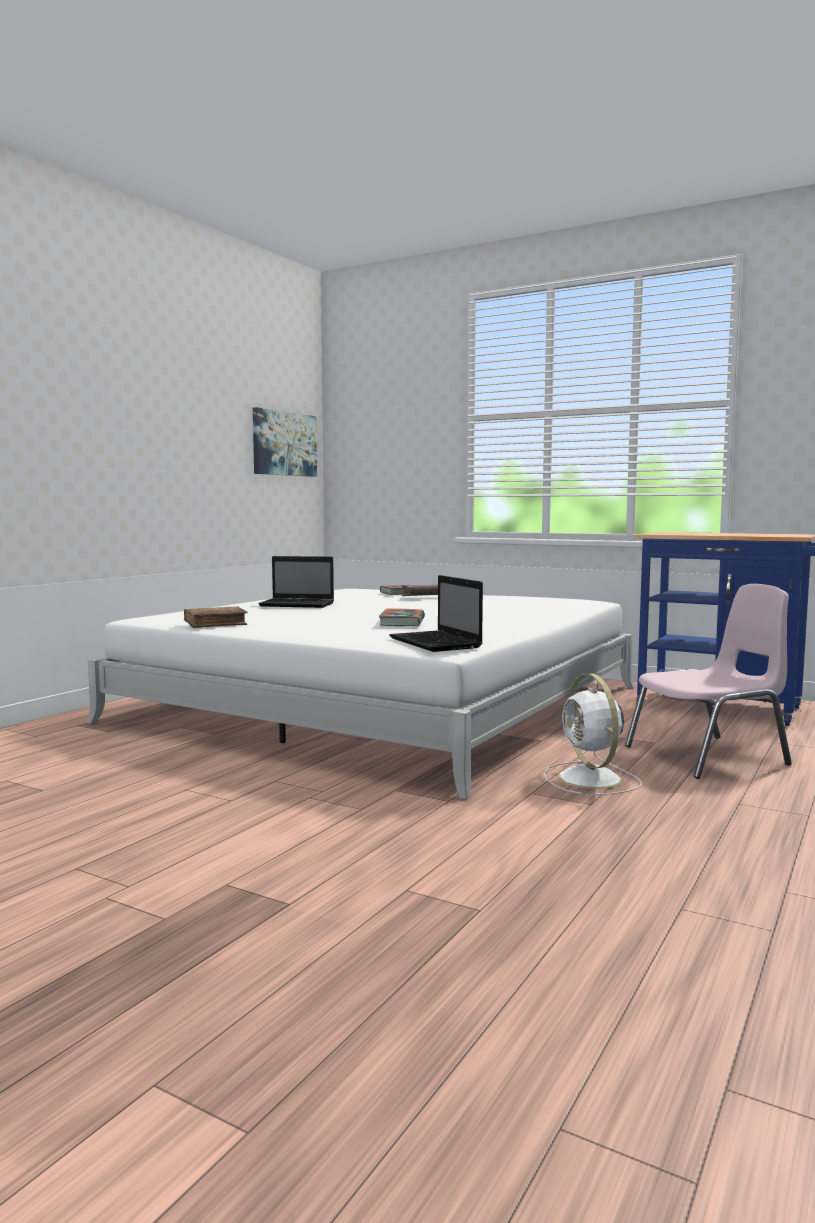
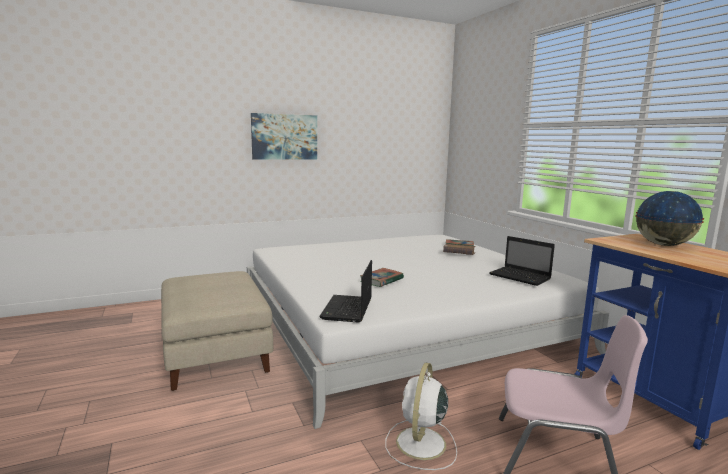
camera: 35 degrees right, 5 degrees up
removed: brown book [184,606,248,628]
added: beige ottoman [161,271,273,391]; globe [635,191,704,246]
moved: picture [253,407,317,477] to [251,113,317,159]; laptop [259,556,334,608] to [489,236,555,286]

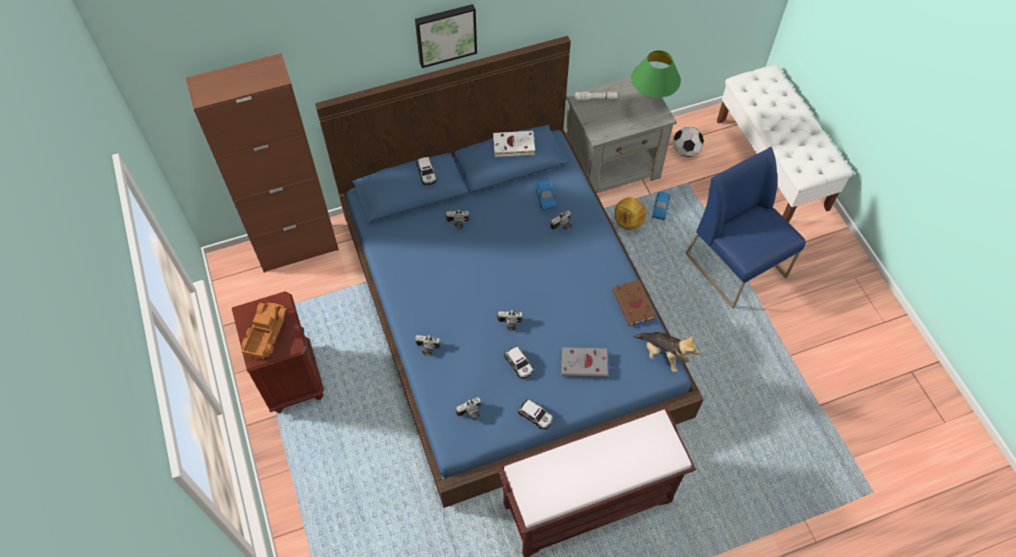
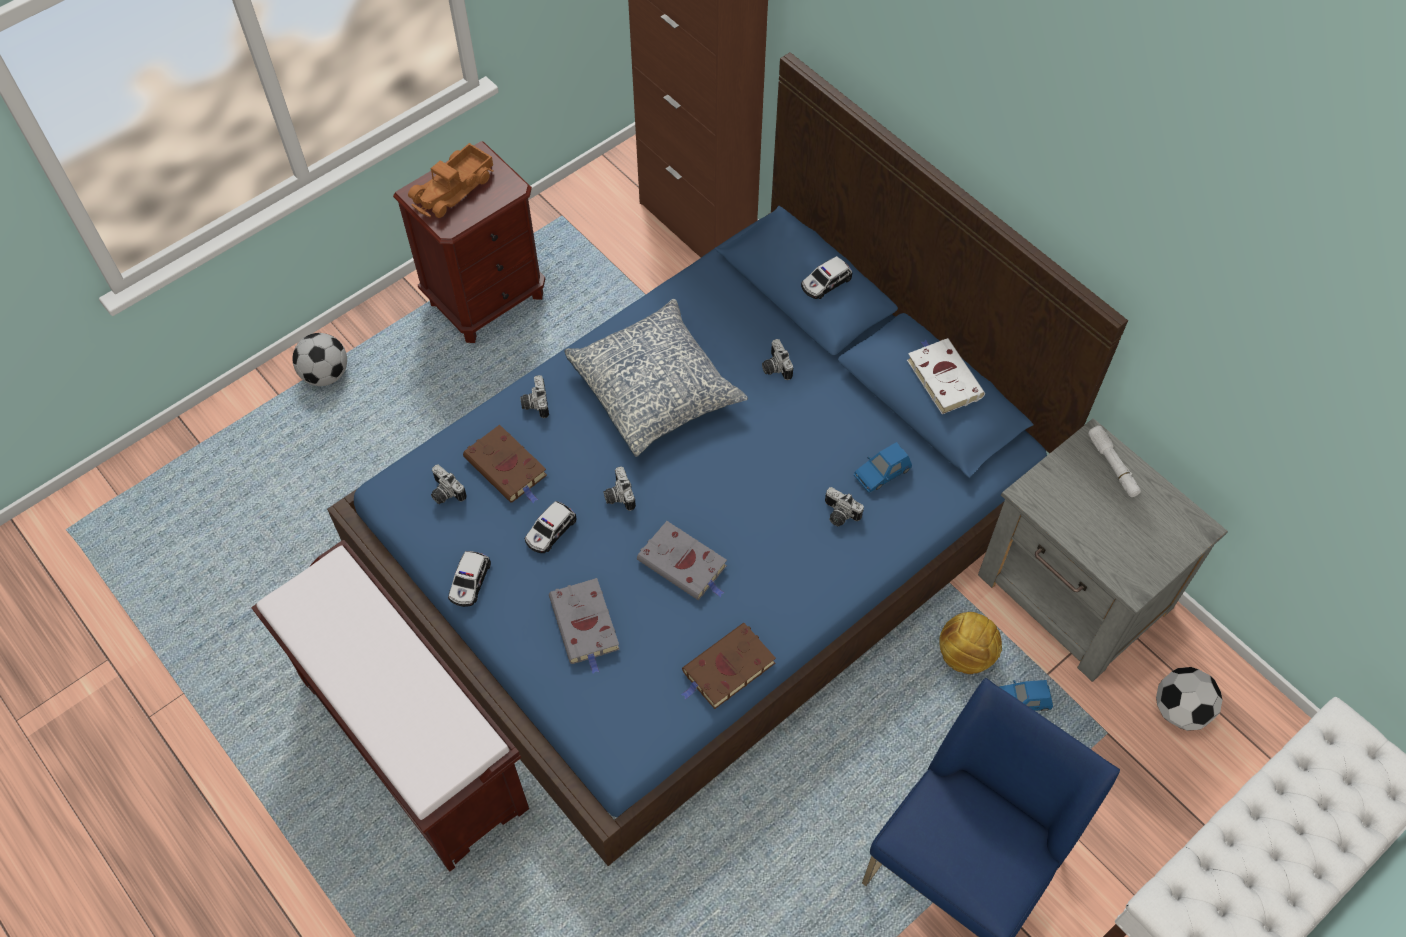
camera: 70 degrees right, 0 degrees up
removed: picture [415,4,477,68]; green table lamp [631,50,681,113]; plush toy [633,332,700,373]
added: football [292,333,347,386]; brown book [463,425,547,503]; pillow [564,299,748,457]; grey book [637,521,727,600]
turned: toy truck [241,303,287,360] = [408,143,493,218] 135 degrees clockwise

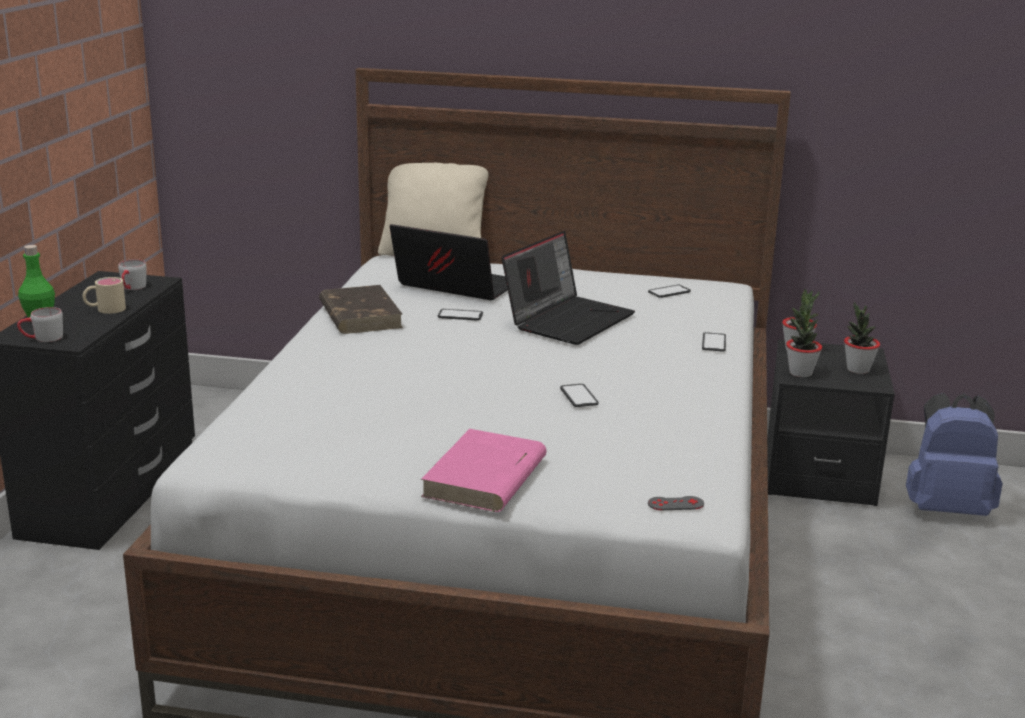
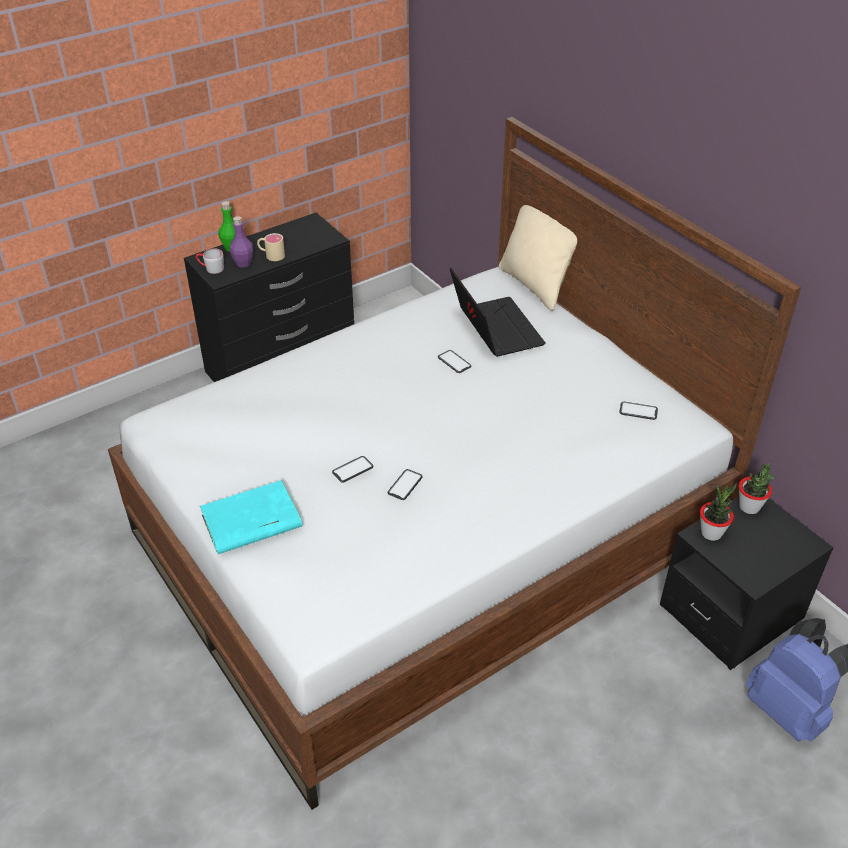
camera: 45 degrees right, 20 degrees up
removed: grey mug [118,259,146,290]; brown book [319,285,403,334]; laptop [502,231,635,345]; grey game controller [648,496,704,510]; potted plant [844,302,880,374]
added: purple bottle [230,216,253,268]
moved: phone [702,332,726,352] to [332,456,374,483]
recoloured: pink book [421,429,547,512] to turquoise book [200,480,302,554]

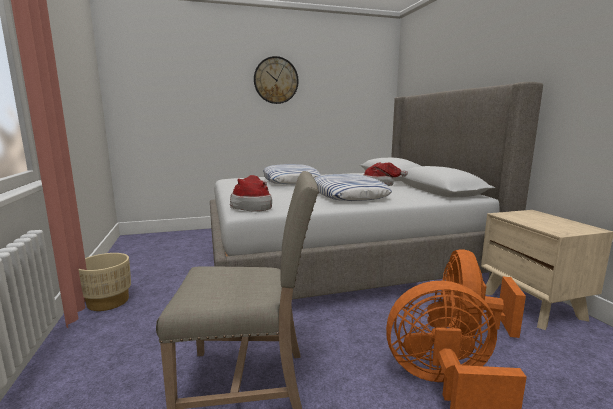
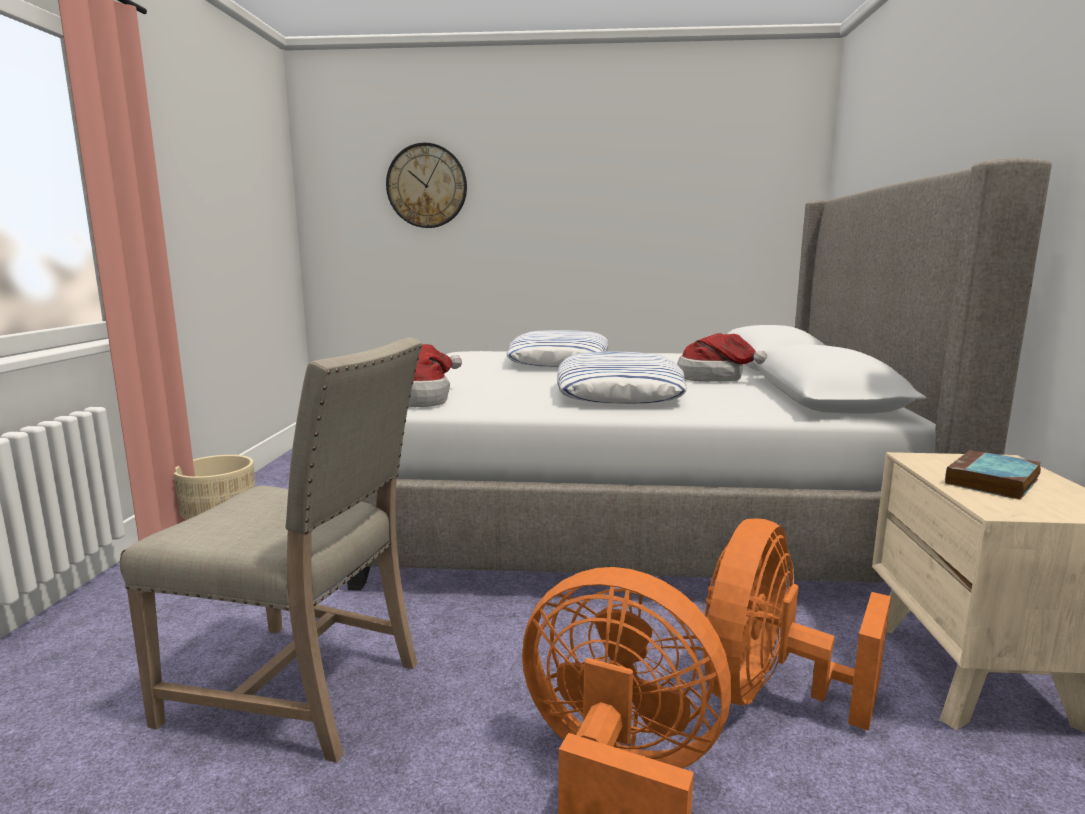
camera: 20 degrees right, 0 degrees up
added: book [945,450,1041,500]
moved: wall clock [254,56,299,104] to [386,143,467,228]

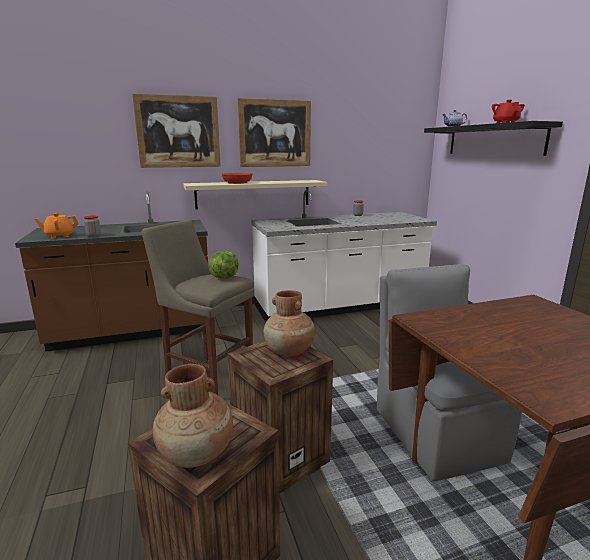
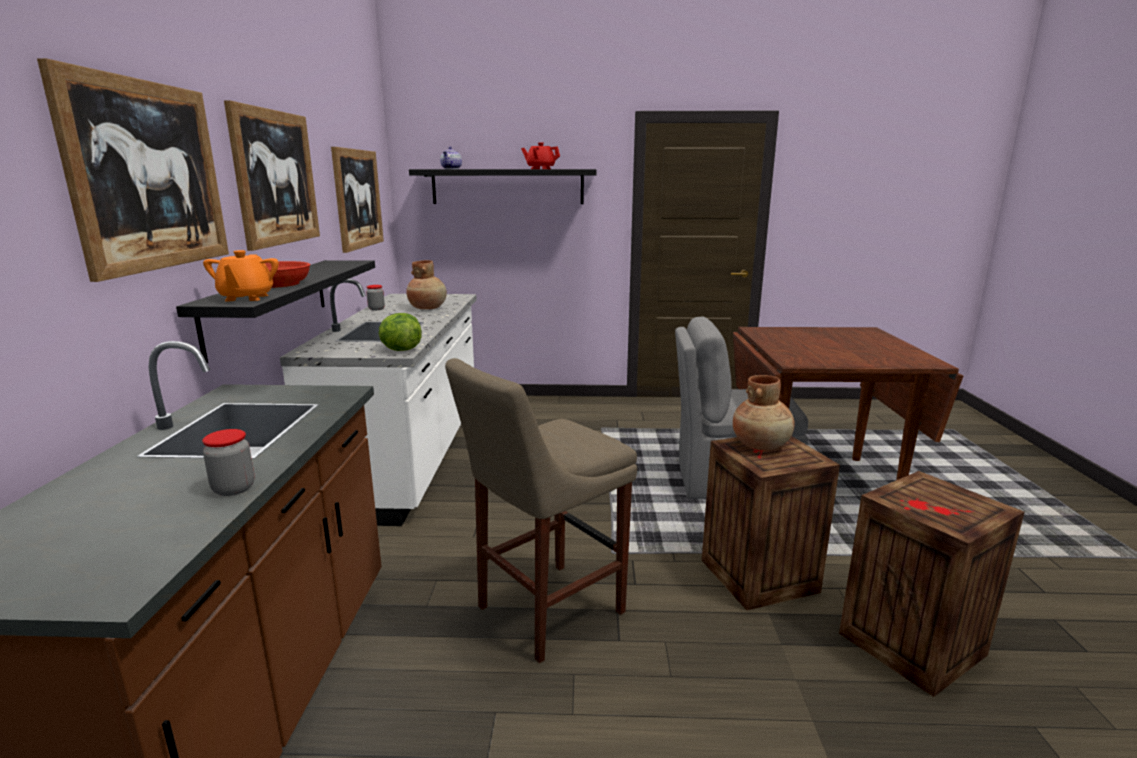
camera: 70 degrees left, 0 degrees up
added: picture [331,147,384,253]
moved: orange teapot [34,213,79,239] to [203,250,279,301]; brown vase [153,364,233,468] to [406,260,447,309]; lettuce [208,251,238,279] to [378,313,422,351]
recoloured: beige shelf [183,180,327,210] to black shelf [176,260,375,363]

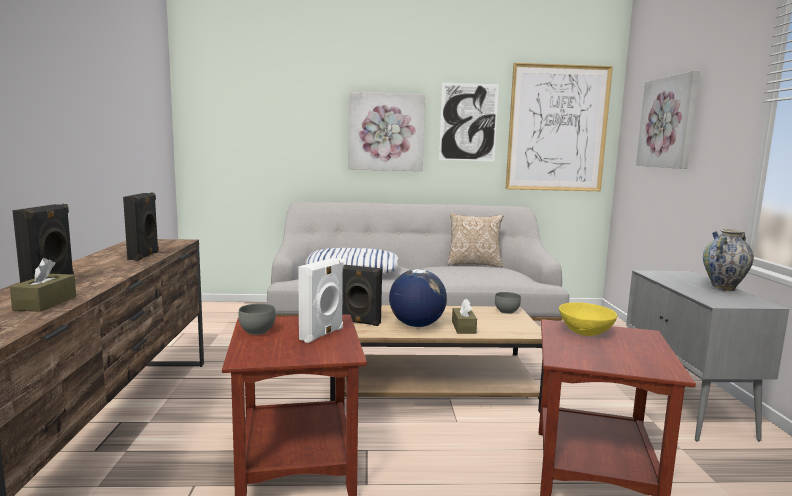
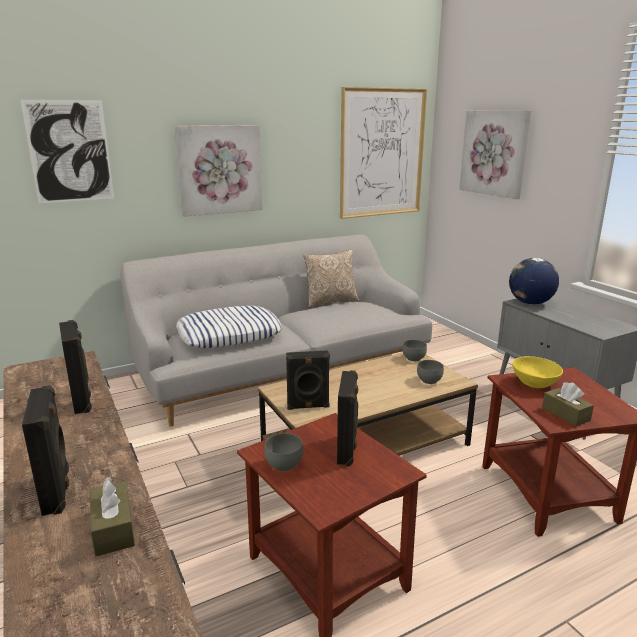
camera: 25 degrees left, 10 degrees up
removed: vase [703,229,754,291]
added: grey bowl [417,360,444,384]
moved: globe [389,269,447,327] to [509,258,559,305]; picture [439,83,499,161] to [20,100,114,203]; brown tissue box [452,299,477,334] to [542,382,594,426]
recoloured: white speaker [298,258,344,343] to black speaker [337,370,358,466]

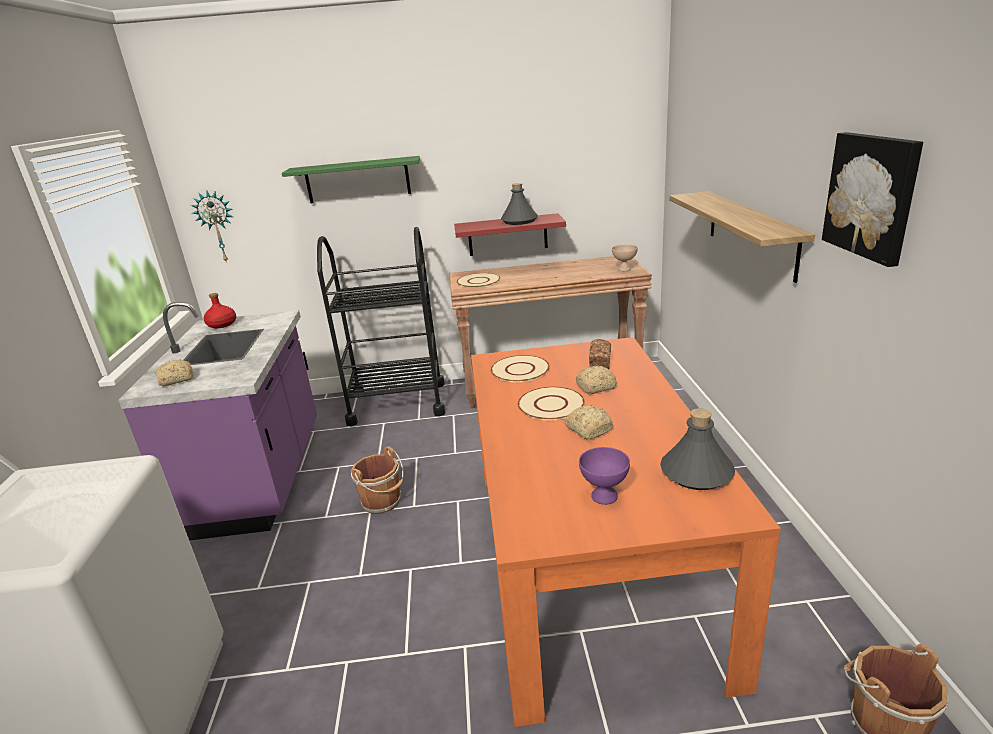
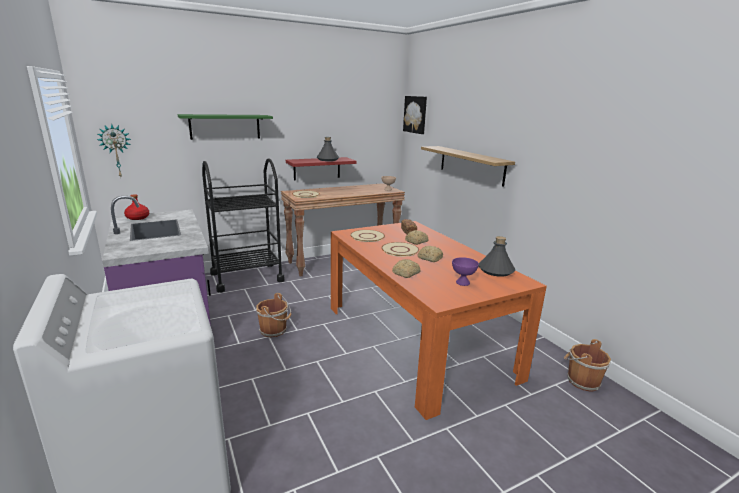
camera: 25 degrees left, 5 degrees down
moved: bread [155,359,193,386] to [392,259,421,278]; picture [822,132,923,267] to [403,96,427,134]

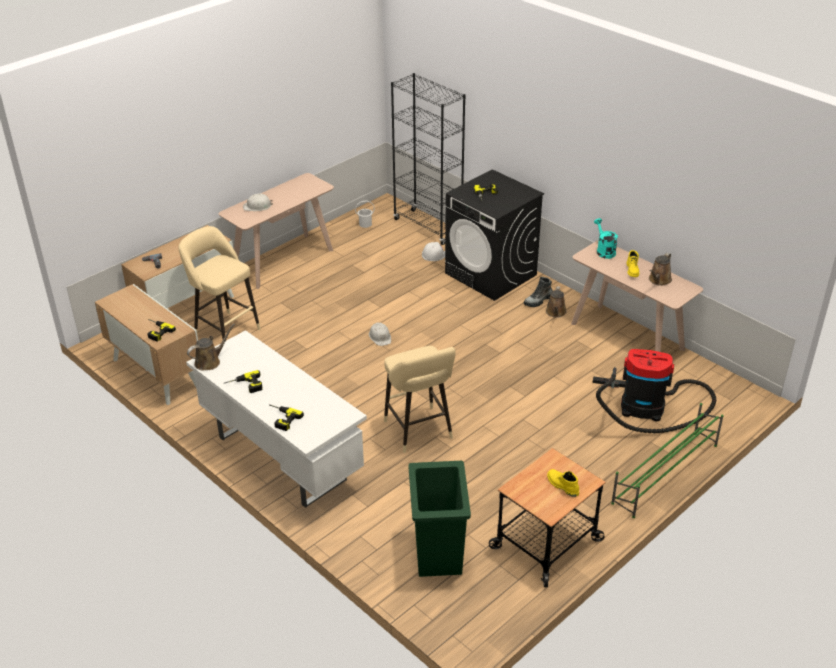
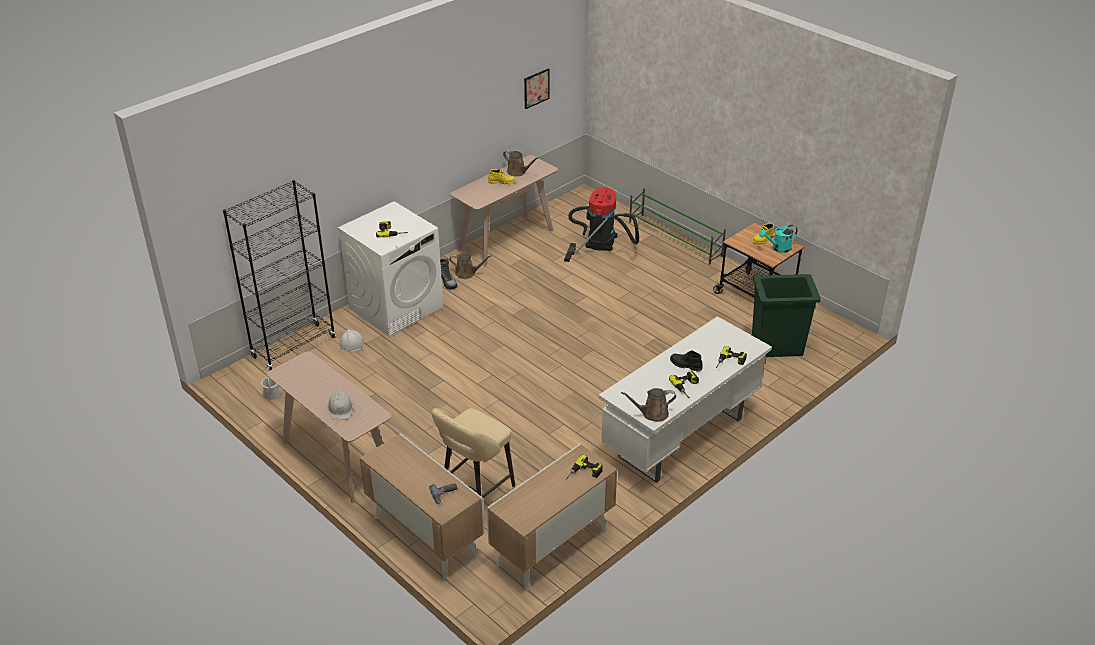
camera: 90 degrees left, 0 degrees up
removed: white hard hat [369,323,391,346]; beige stool [384,346,456,453]
added: picture [524,68,550,109]; black boot [670,350,703,371]
moved: turquoise watering can [594,218,618,259] to [759,225,798,253]
recoloured: black washing machine [445,169,544,301] to white washing machine [338,201,443,337]
turned: brown watering can [187,323,235,371] = [621,388,676,422] 60 degrees counterclockwise

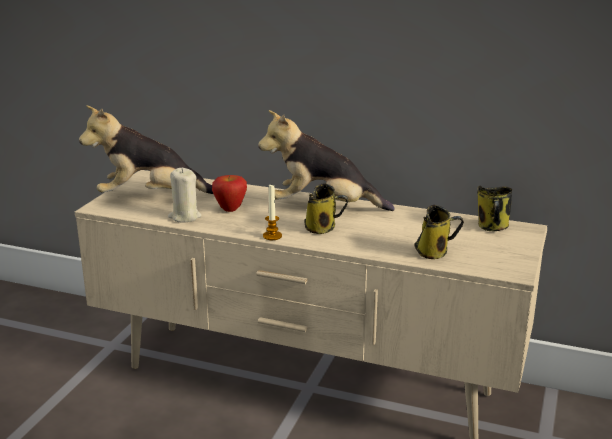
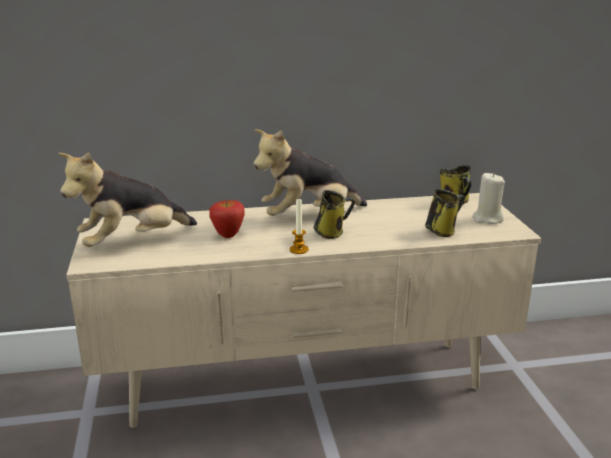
camera: 30 degrees left, 0 degrees up
moved: beige candle [168,168,202,223] to [473,173,505,224]

